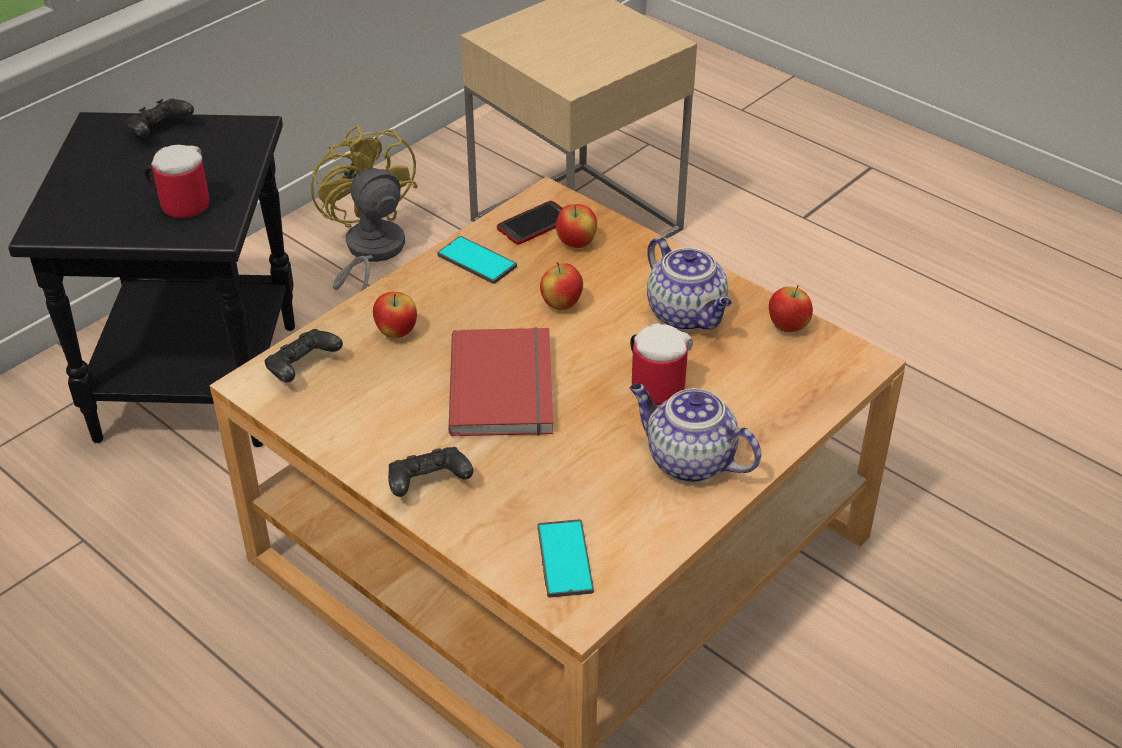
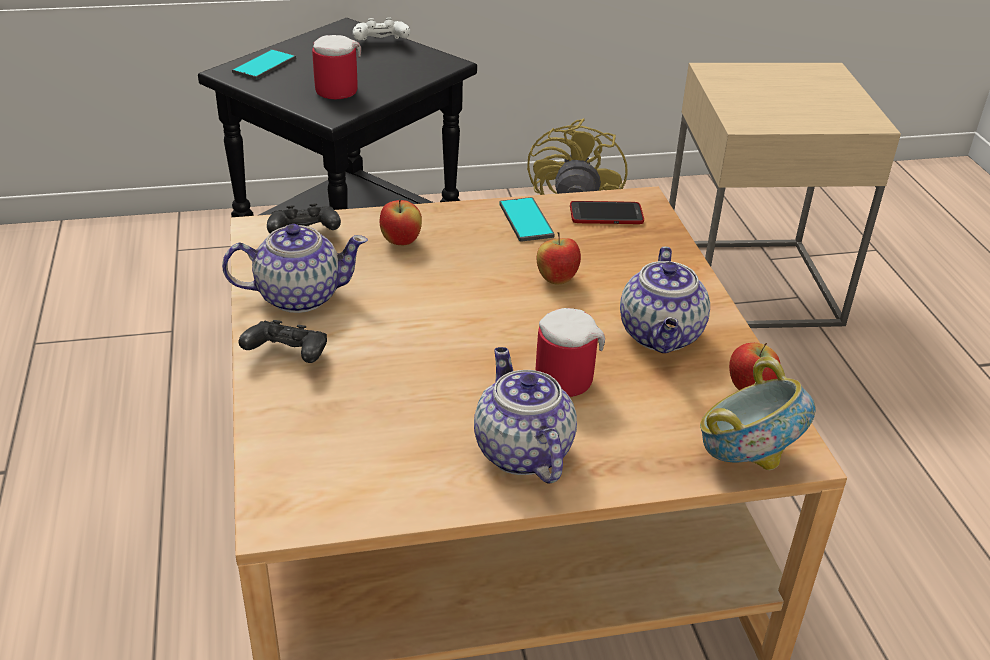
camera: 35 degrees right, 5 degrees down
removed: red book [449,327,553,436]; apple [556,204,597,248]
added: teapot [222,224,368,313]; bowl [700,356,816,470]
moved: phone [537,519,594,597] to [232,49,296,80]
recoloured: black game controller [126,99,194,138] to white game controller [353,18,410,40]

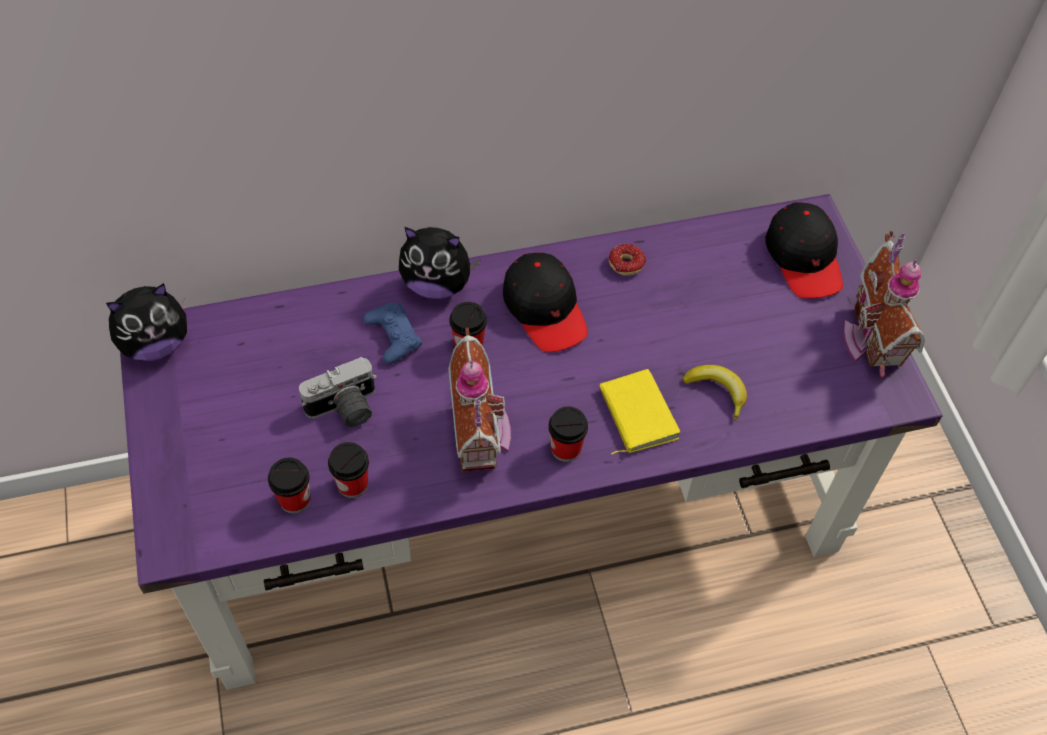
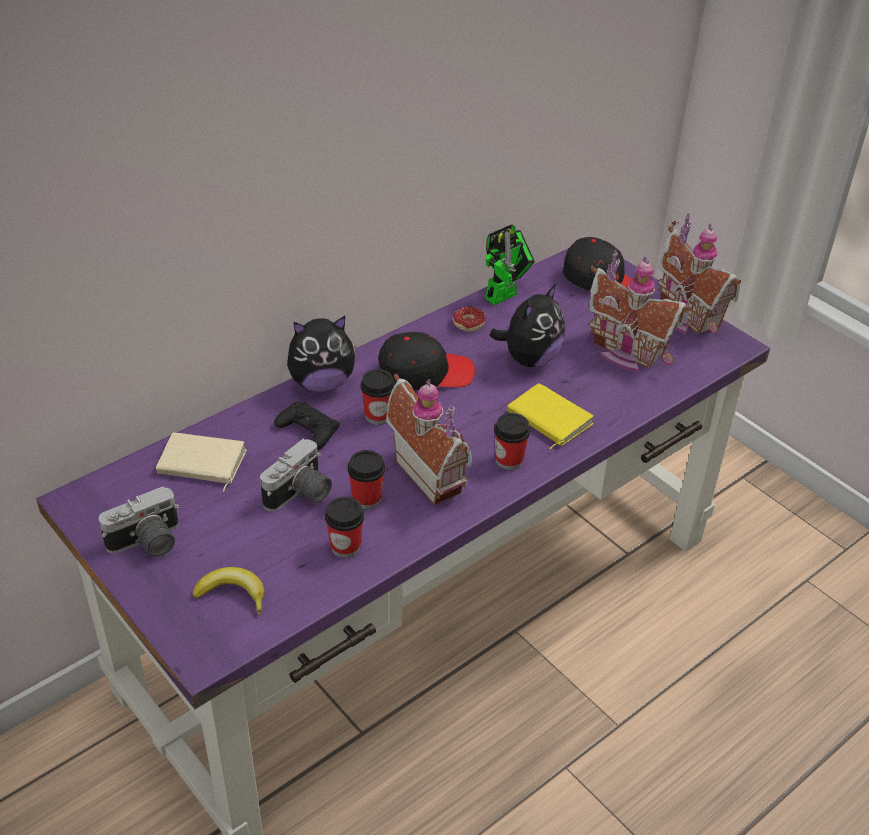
camera: 25 degrees left, 15 degrees down
added: photo camera [99,486,179,557]; beige book [156,433,247,492]; toy robot [485,225,535,305]; toy house [589,250,693,372]
moved: plush toy [106,283,187,361] to [489,284,565,367]; cup [268,457,310,514] to [348,450,385,509]; banana [682,365,747,420] to [193,567,264,615]
recoloured: blue game controller [363,303,422,364] to black game controller [274,402,340,450]
turned: black cap [503,252,588,352] = [378,332,475,390] 45 degrees counterclockwise

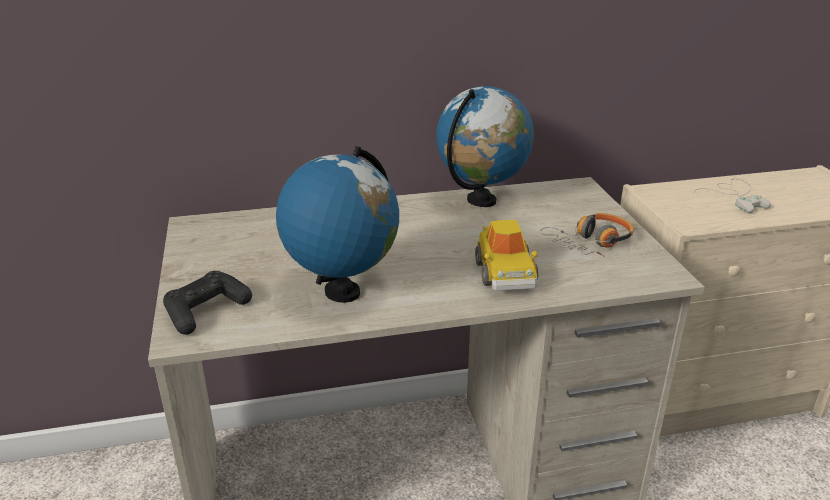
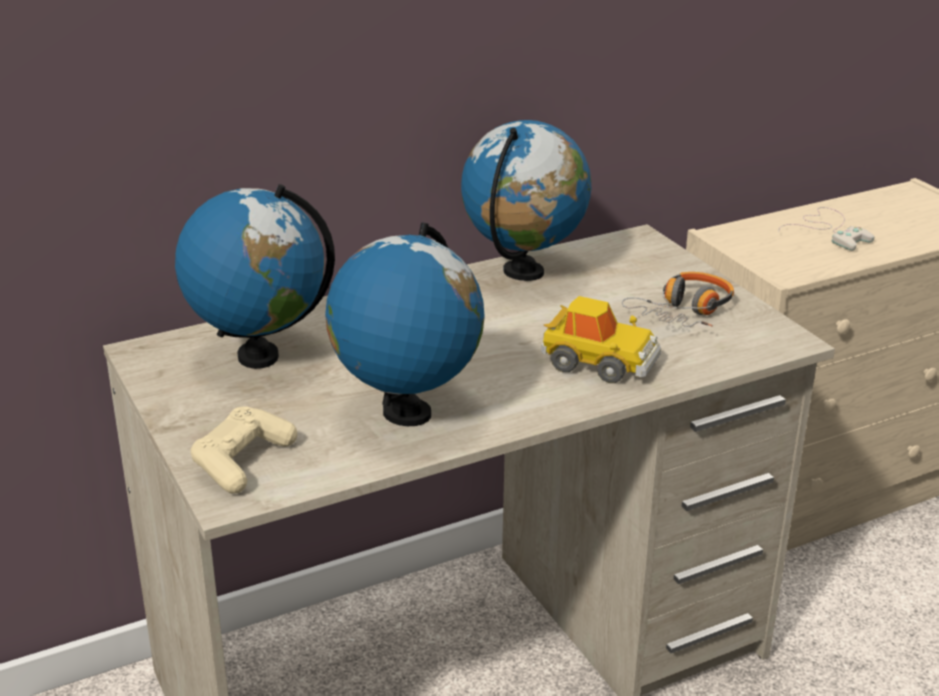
camera: 15 degrees left, 0 degrees up
added: globe [175,184,335,369]
recoloured: black game controller [163,271,252,335] to beige game controller [190,406,297,494]
turned: toy car [475,220,538,290] = [541,296,661,383] 45 degrees counterclockwise

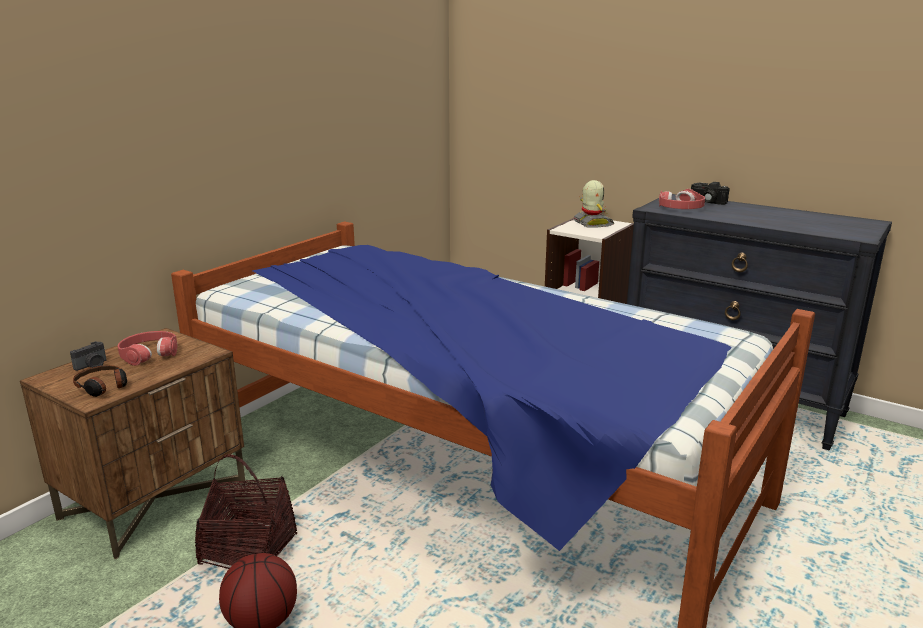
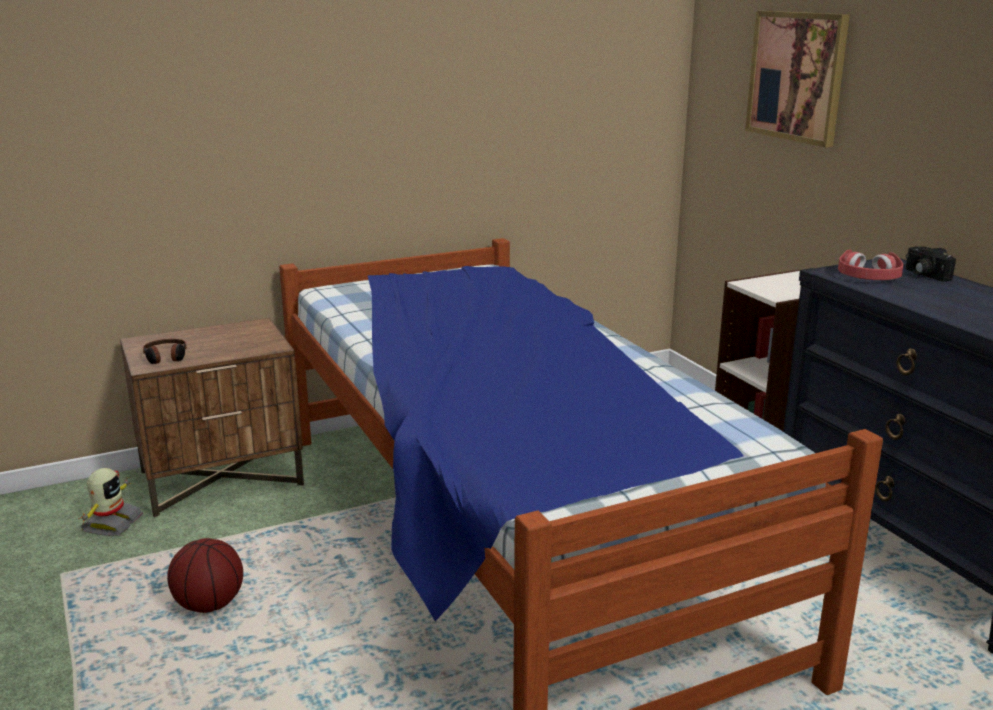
camera: 30 degrees right, 0 degrees up
removed: photo camera [70,341,106,371]; red headphones [118,331,177,366]; basket [195,454,297,569]
added: picture [745,11,850,147]
moved: toy robot [573,180,614,227] to [79,468,143,536]

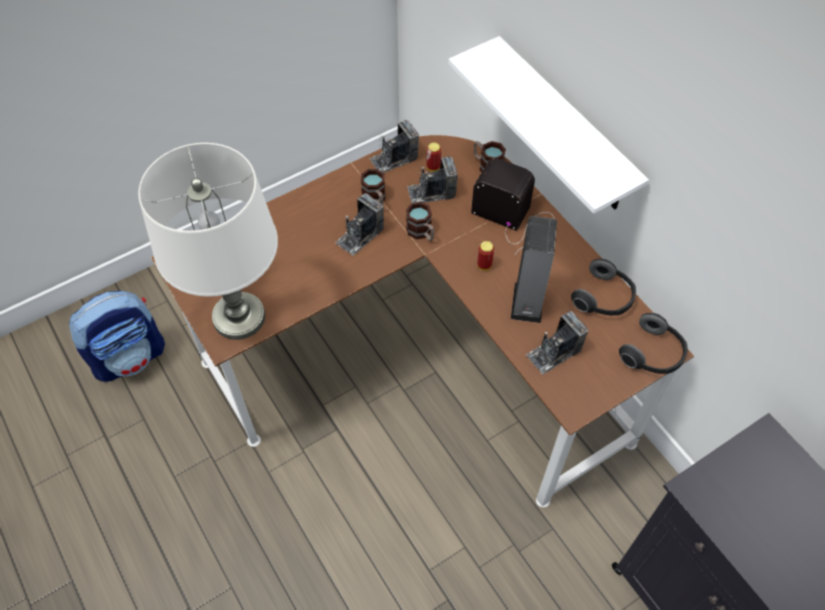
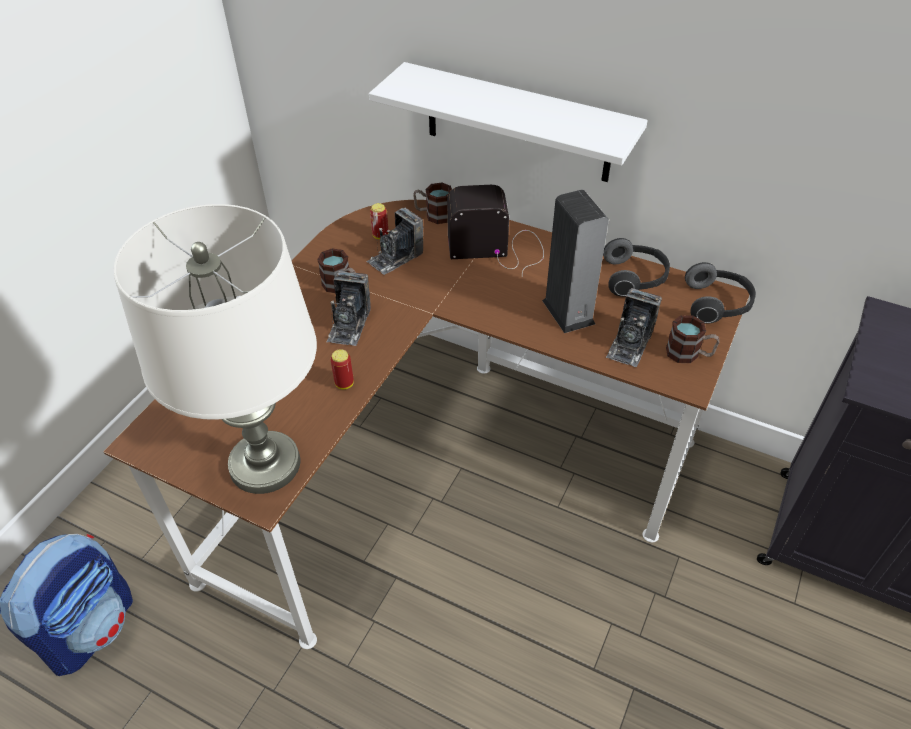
camera: 30 degrees left, 10 degrees down
removed: photo camera [370,120,419,173]
moved: mug [406,202,434,241] to [666,315,719,363]; can [477,241,494,270] to [331,349,354,390]

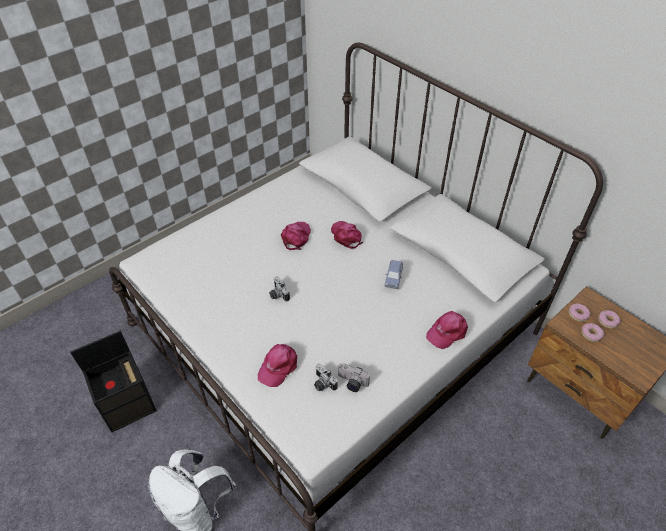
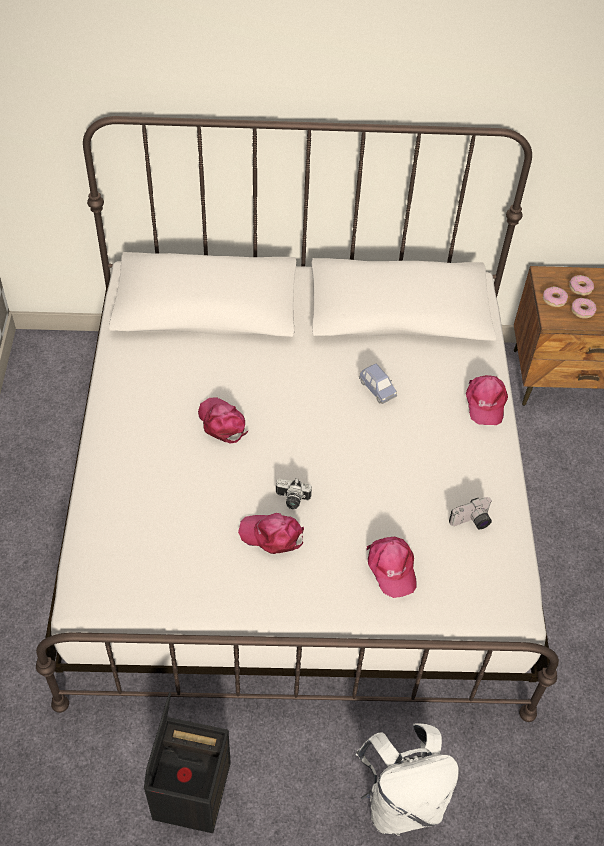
camera: 50 degrees left, 5 degrees up
removed: photo camera [314,364,338,391]
moved: pink cap [331,221,363,249] to [238,513,304,554]

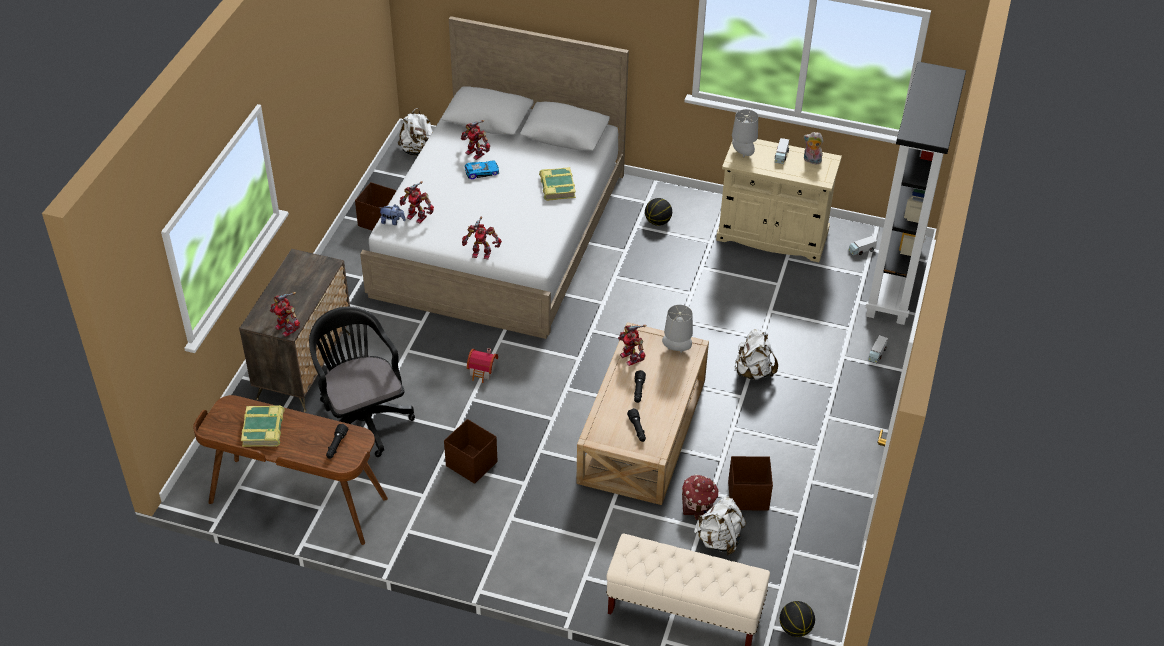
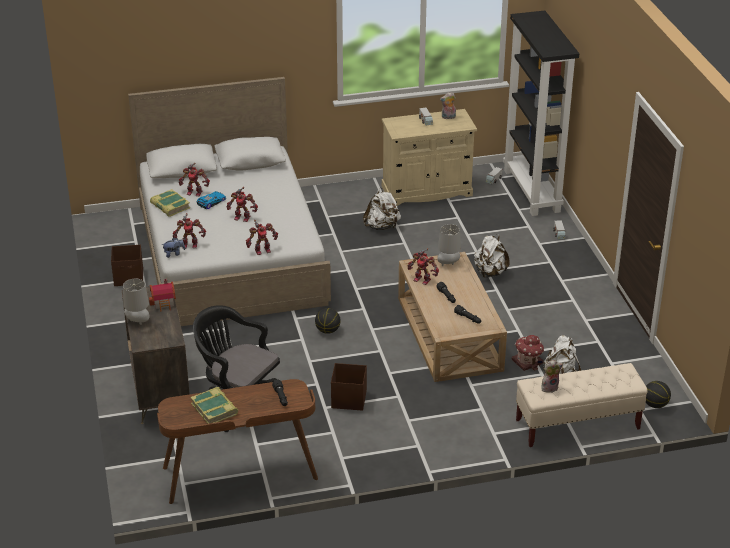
camera: 30 degrees left, 10 degrees down
removed: brown storage box [728,456,773,511]
added: plush toy [541,360,563,393]
moved: toy robot [270,292,300,337] to [227,187,258,222]; white backpack [398,108,433,156] to [363,188,401,230]; toy house [467,348,498,383] to [149,279,176,312]; book [539,167,576,201] to [150,189,190,217]; basketball [645,198,672,226] to [315,308,341,334]; grey table lamp [732,109,758,157] to [123,279,150,325]

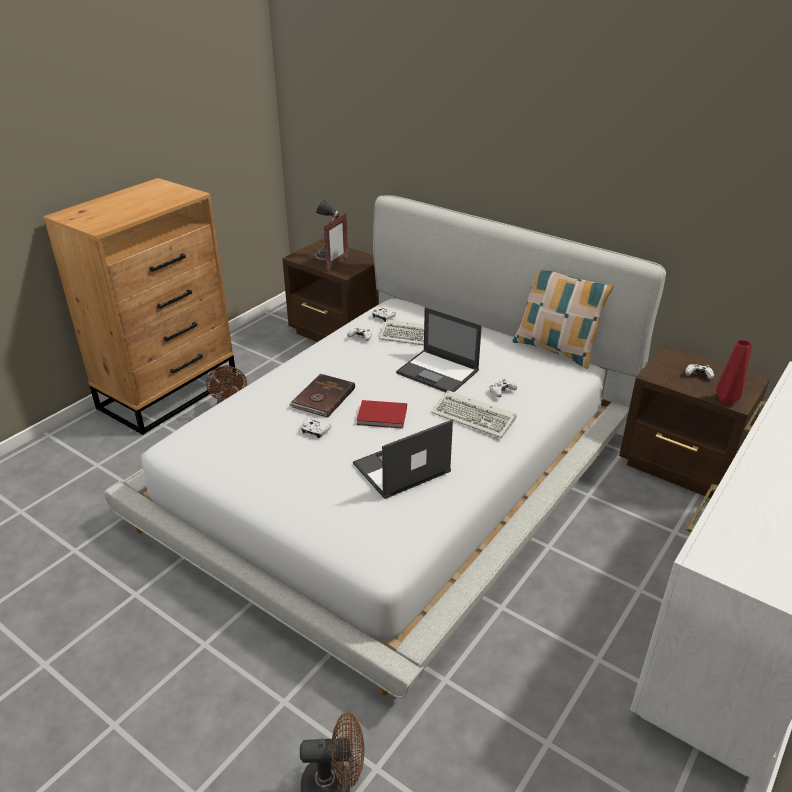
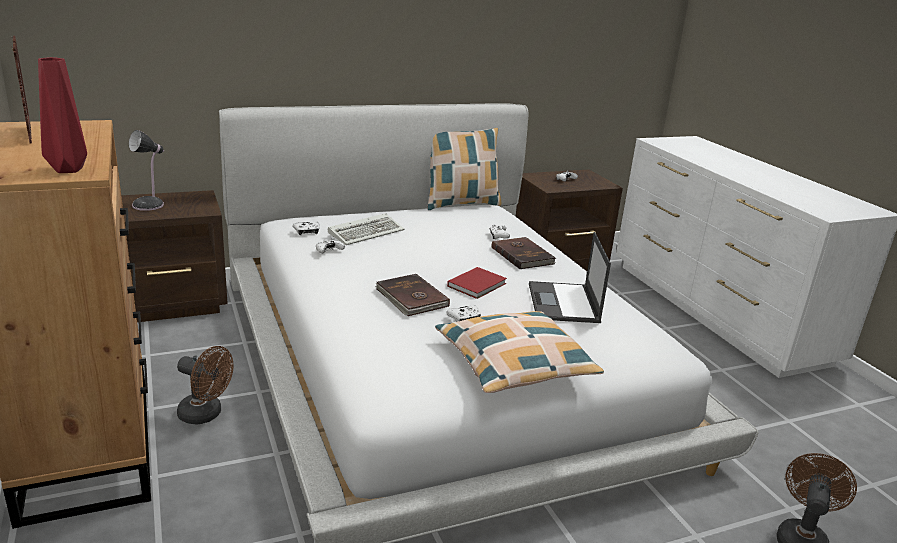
camera: 60 degrees left, 10 degrees down
removed: laptop [396,307,482,392]
added: pillow [435,311,604,393]
moved: picture frame [323,213,348,270] to [12,36,32,143]; red vase [716,340,752,405] to [38,57,87,173]
replaced: keyboard [431,390,517,438] to brown book [492,237,556,269]

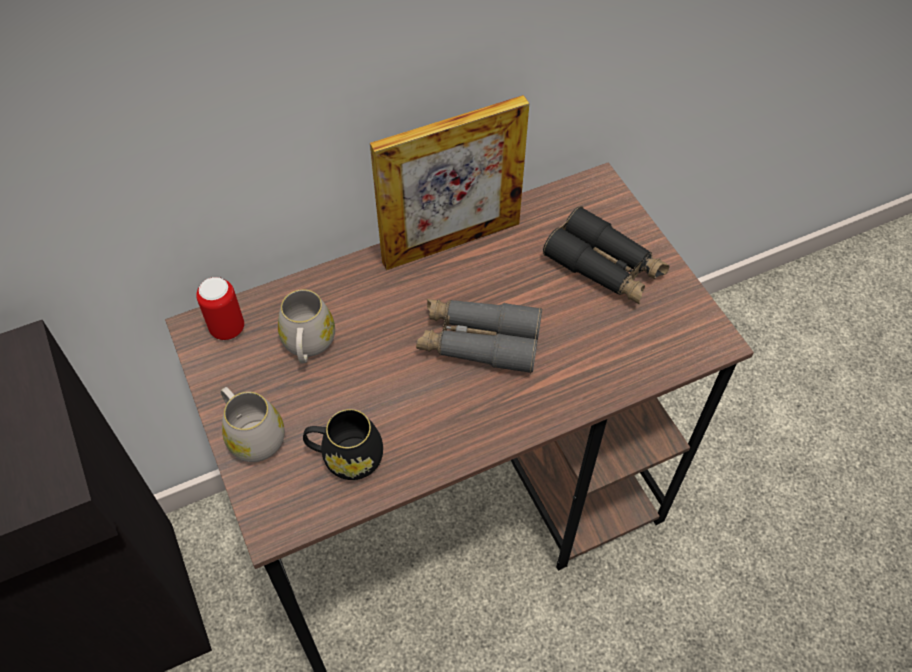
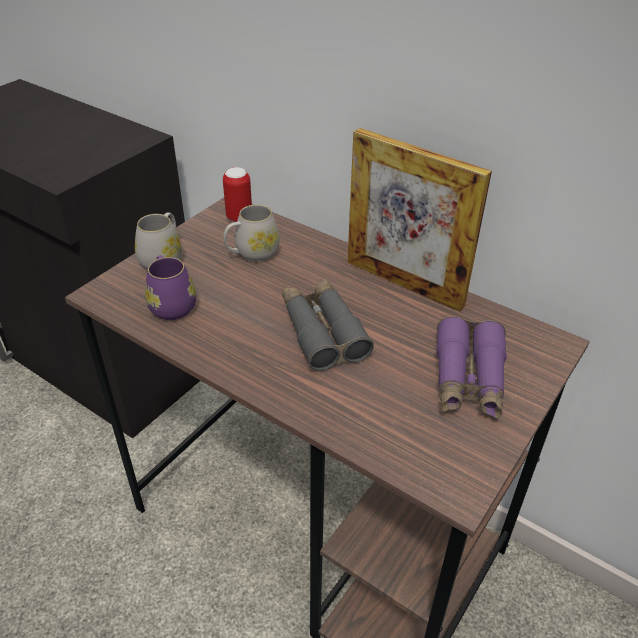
camera: 60 degrees right, 15 degrees down
recoloured: black mug [303,409,383,480] to purple mug [145,255,196,320]; black binoculars [543,206,670,305] to purple binoculars [436,316,507,419]

